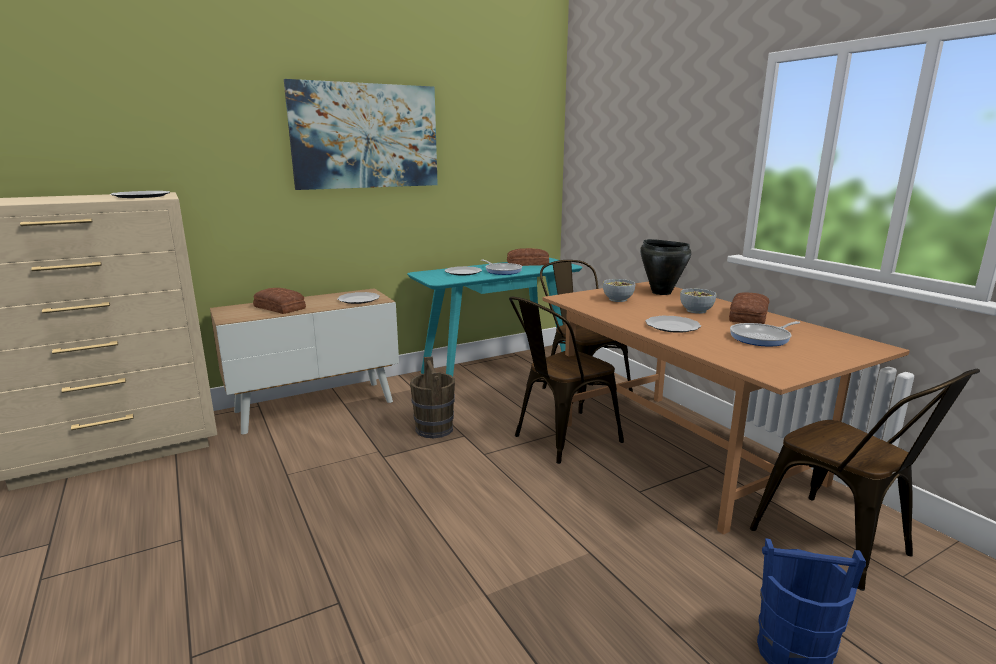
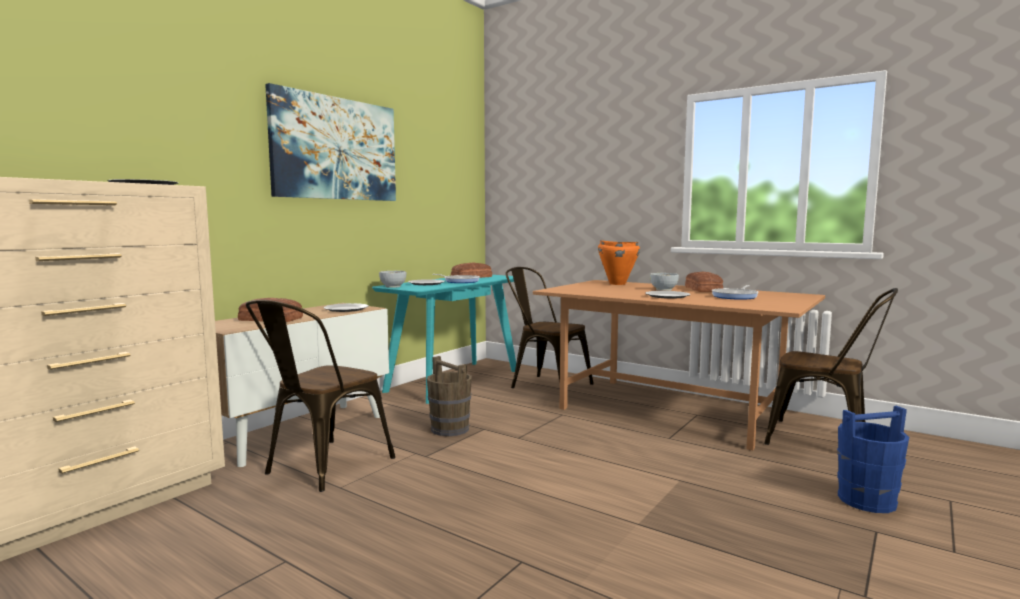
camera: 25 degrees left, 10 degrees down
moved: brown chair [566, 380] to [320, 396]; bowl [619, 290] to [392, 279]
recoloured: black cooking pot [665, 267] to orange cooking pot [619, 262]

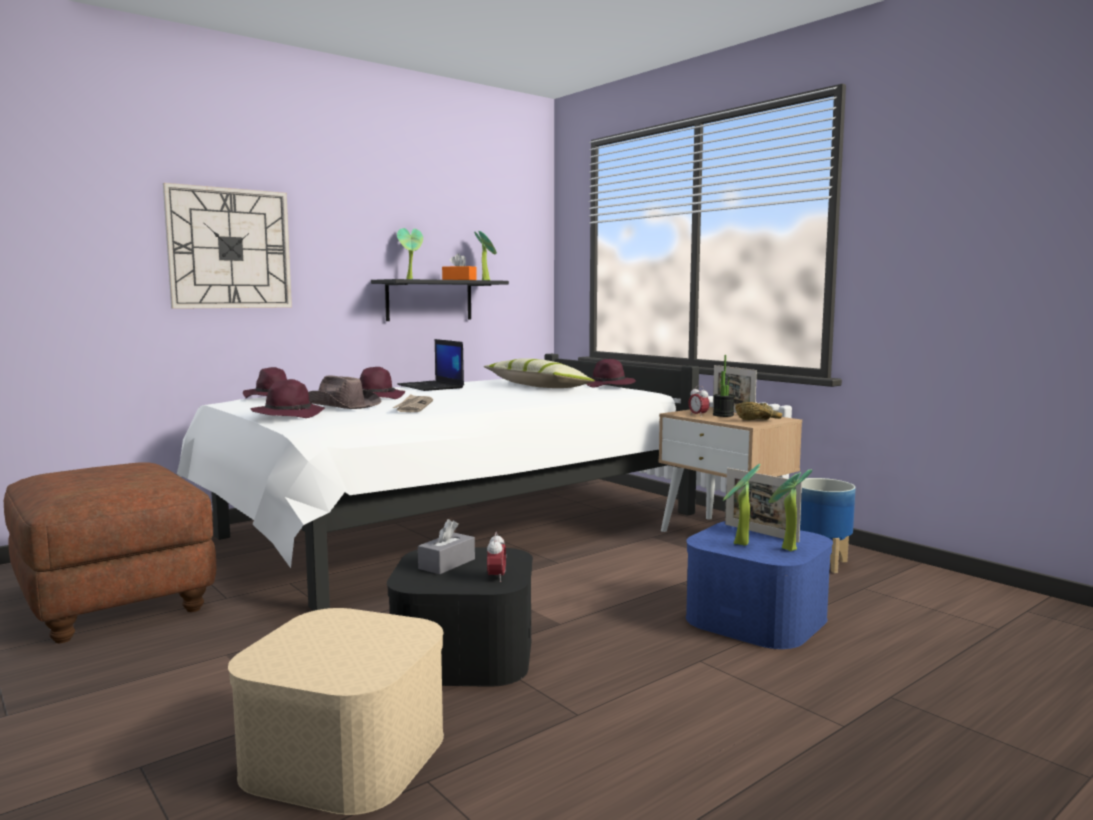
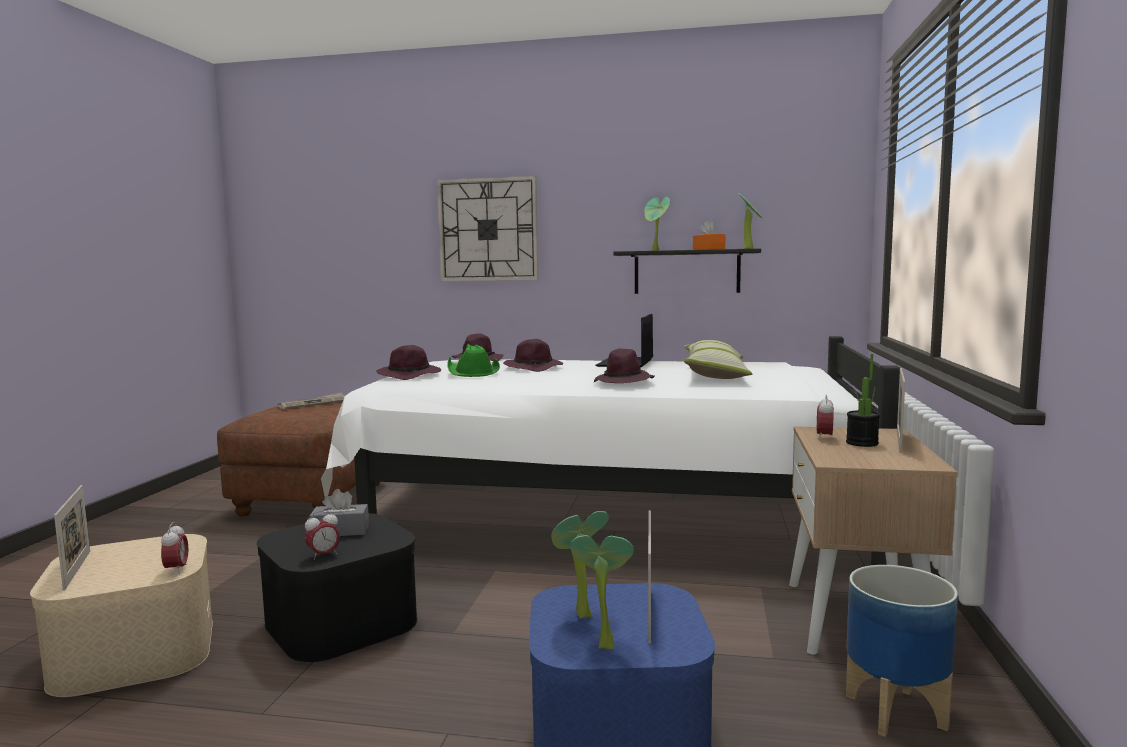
camera: 50 degrees right, 0 degrees up
removed: brown bowl [758, 411]
added: picture frame [72, 537]; alarm clock [174, 548]
moved: newspaper [413, 403] to [311, 401]; purple hat [611, 373] to [624, 365]
recoloured: brown hat [345, 392] to green hat [473, 360]

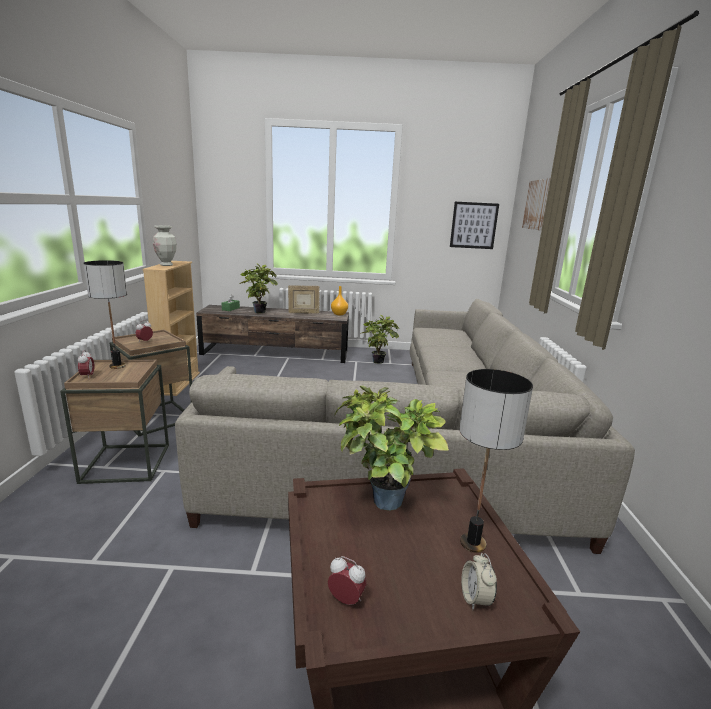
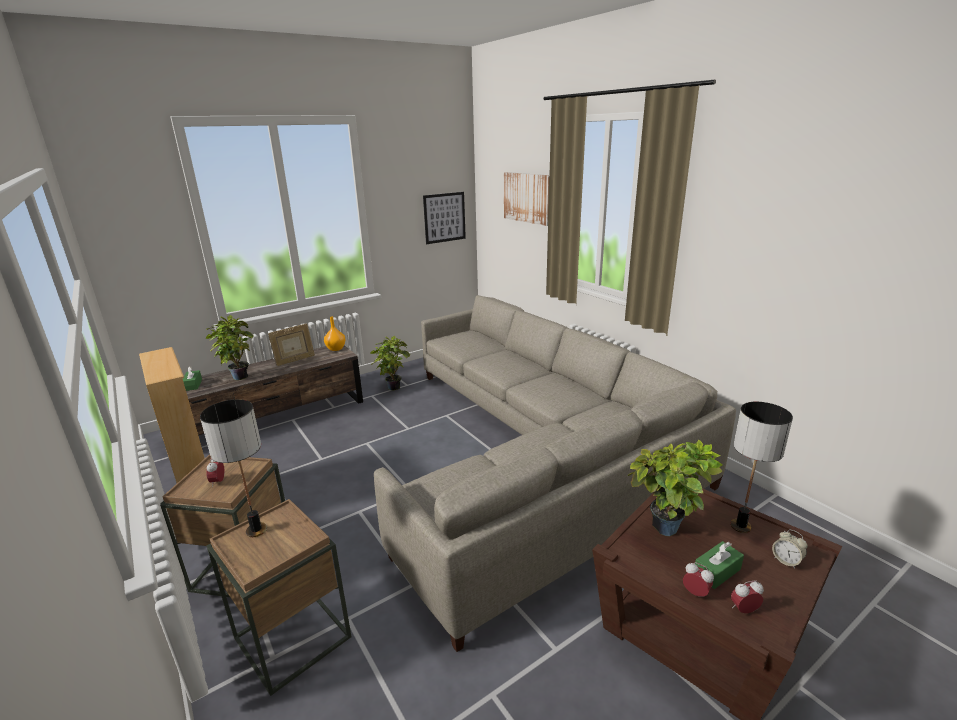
camera: 35 degrees left, 5 degrees up
removed: vase [165, 245]
added: green tissue box [719, 565]
moved: alarm clock [86, 364] to [698, 579]

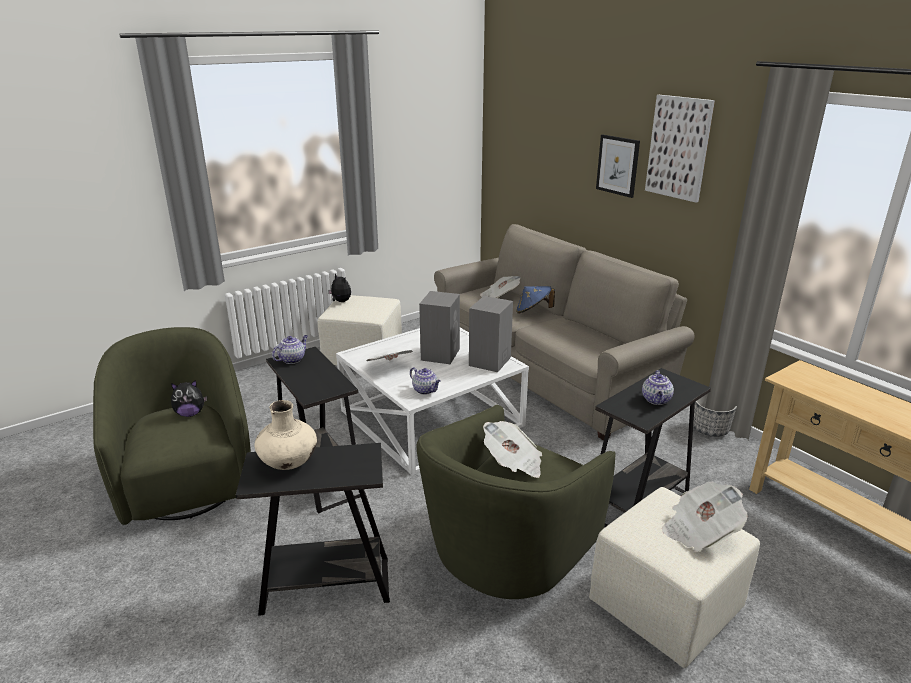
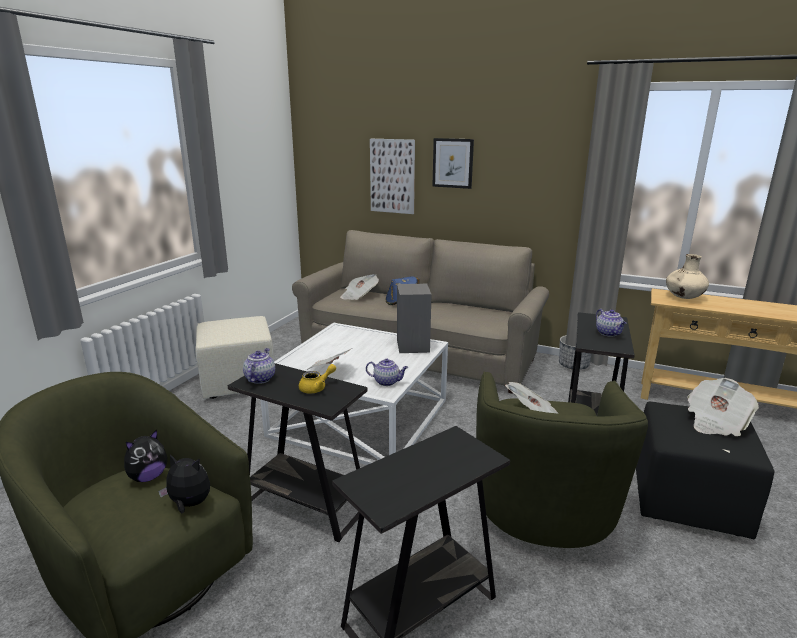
camera: 30 degrees left, 5 degrees down
removed: grey speaker [439, 327]
added: yellow teapot [317, 379]
moved: plush toy [339, 287] to [184, 484]; picture [680, 149] to [392, 176]; beige vase [285, 435] to [687, 276]
recoloured: beige ottoman [674, 577] to black ottoman [705, 470]

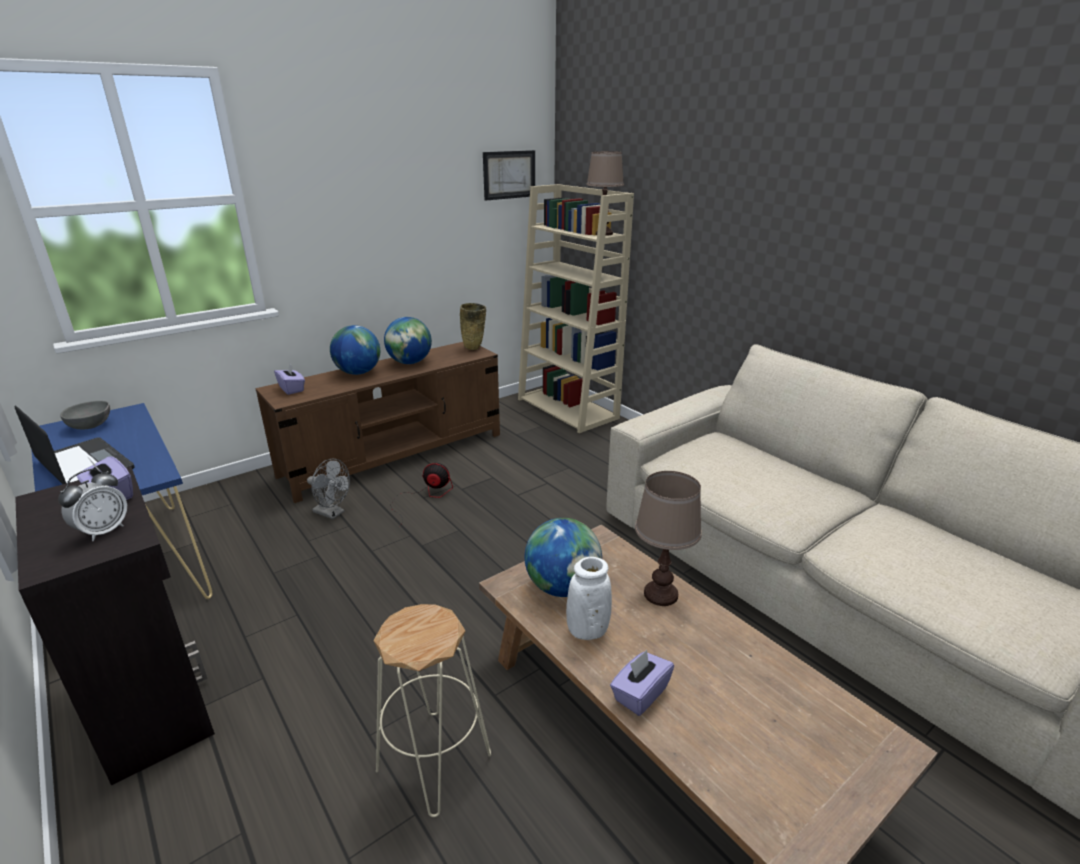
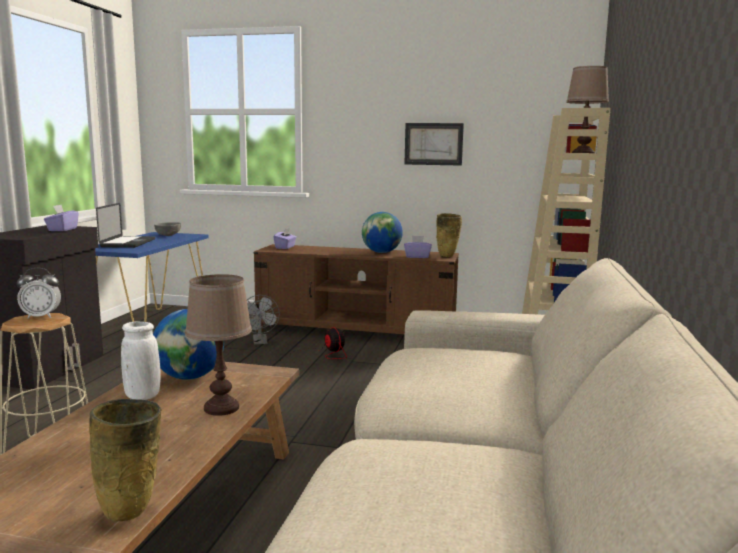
camera: 50 degrees right, 15 degrees down
removed: globe [355, 350]
added: beige vase [125, 460]
moved: alarm clock [92, 505] to [39, 293]; purple tissue box [642, 683] to [418, 247]; picture [509, 175] to [434, 144]

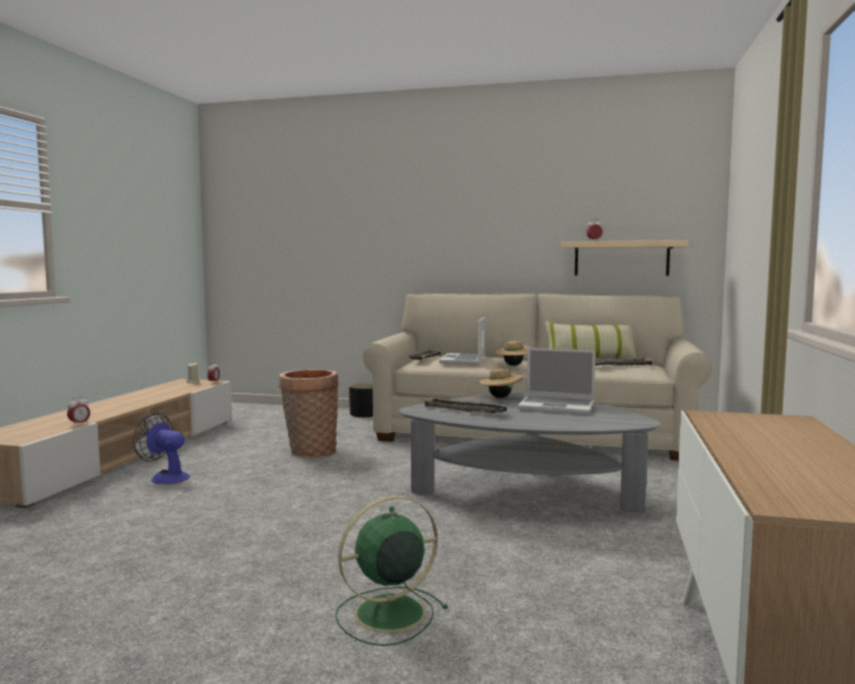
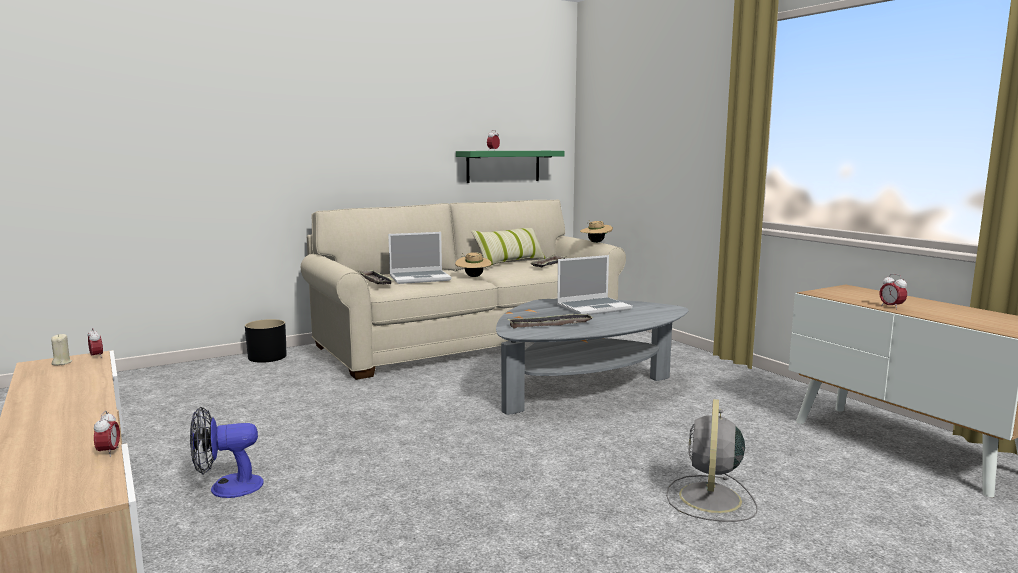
camera: 45 degrees left, 5 degrees up
removed: basket [309, 413]
added: alarm clock [893, 292]
moved: beige hat [501, 382] to [596, 231]
recoloured: beige shelf [624, 258] to green shelf [510, 167]; green fan [391, 571] to grey fan [711, 460]
turned: laptop [462, 341] = [419, 258] 75 degrees counterclockwise

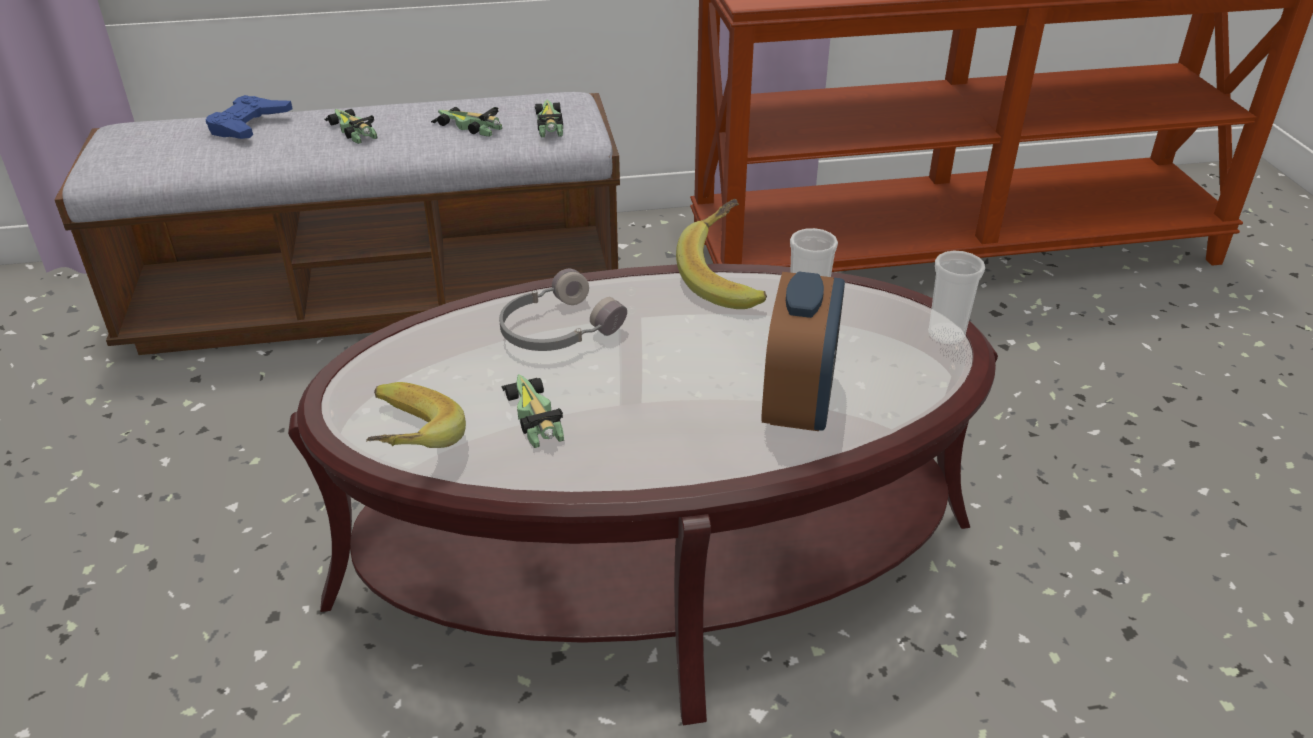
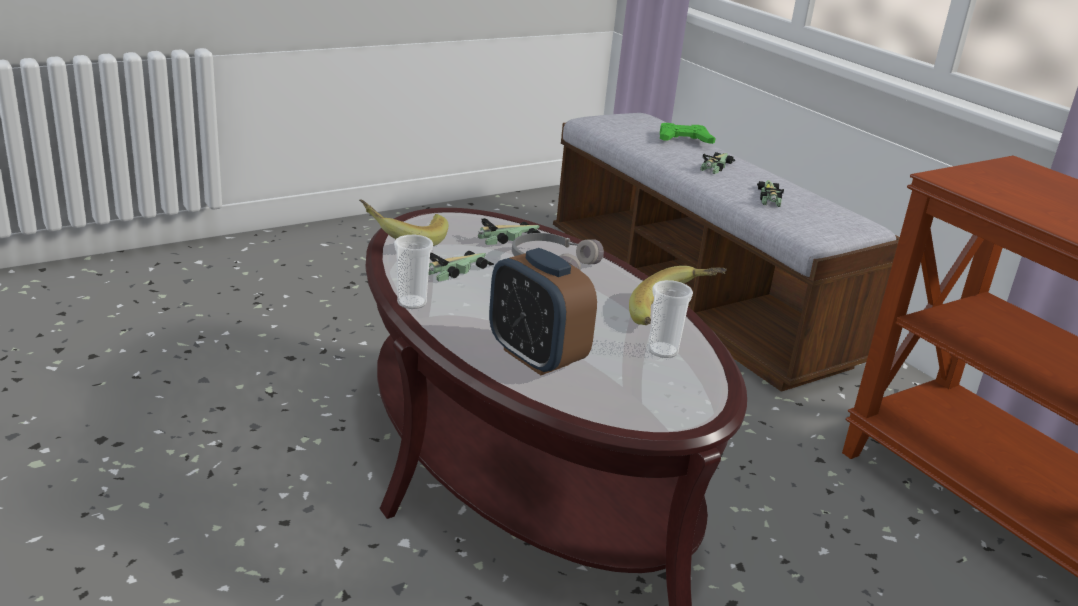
camera: 65 degrees right, 10 degrees down
moved: cup [956, 297] to [413, 272]; toy car [549, 119] to [509, 231]
recoloured: blue game controller [249, 117] to green game controller [688, 133]
turned: alarm clock [803, 351] = [543, 311] 60 degrees clockwise

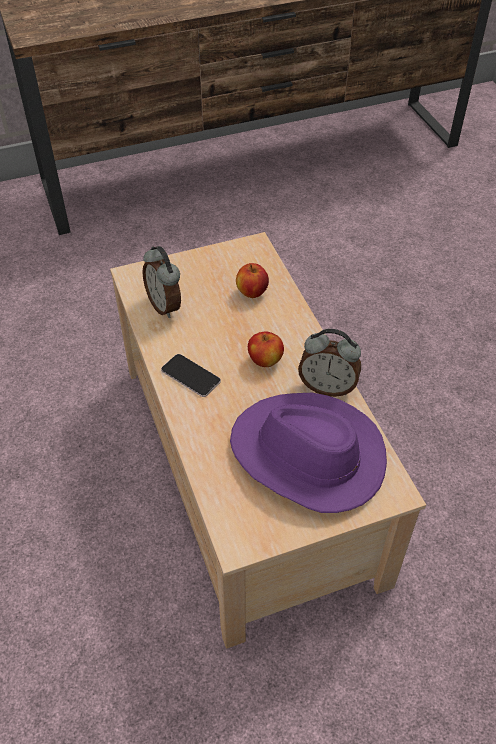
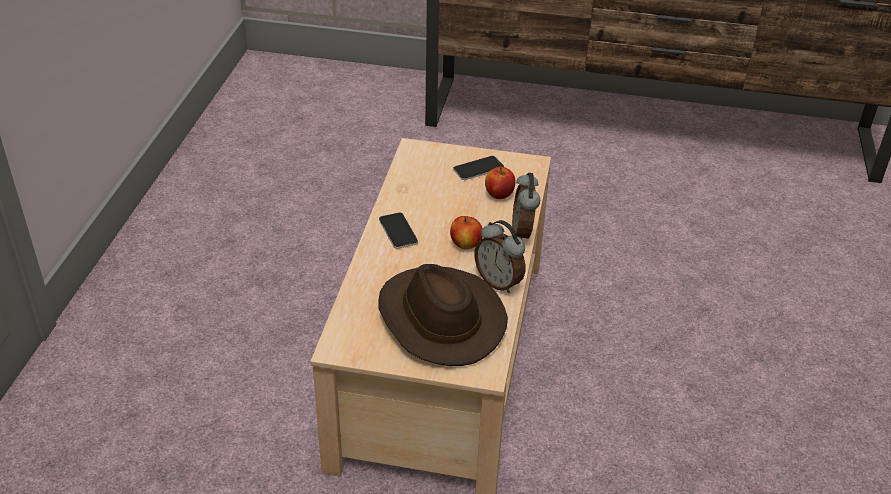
camera: 30 degrees right, 10 degrees down
added: phone [478, 168]
moved: alarm clock [161, 282] to [526, 206]
recoloured: purple hat [308, 453] to brown hat [443, 315]

